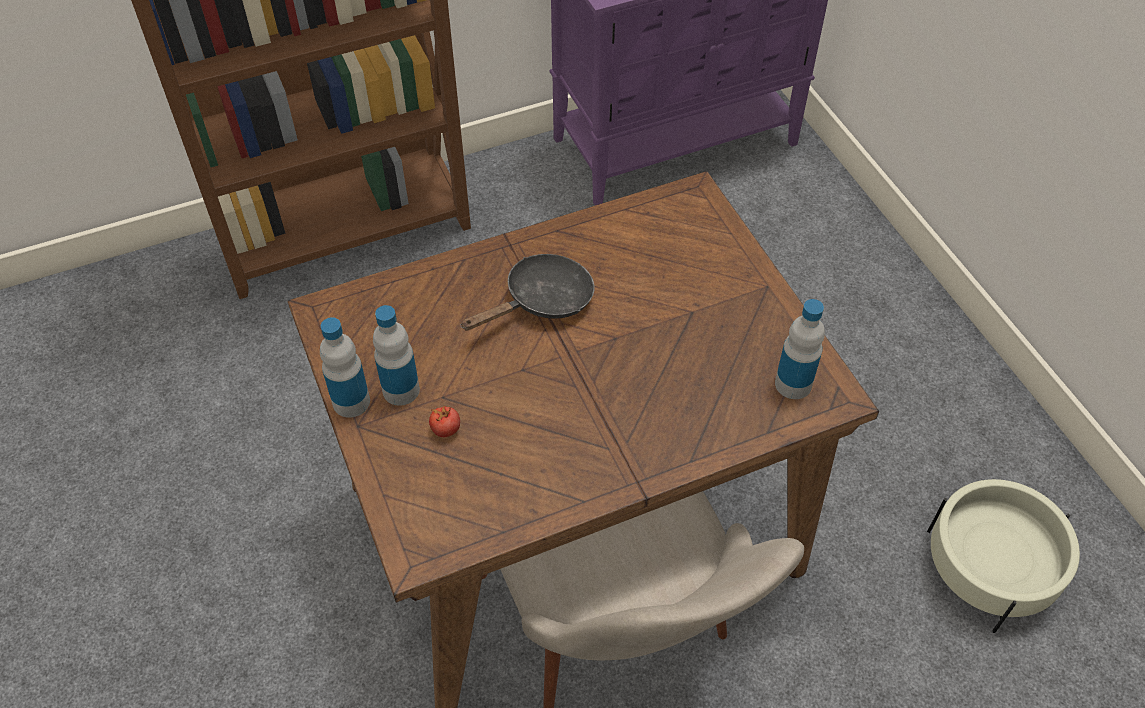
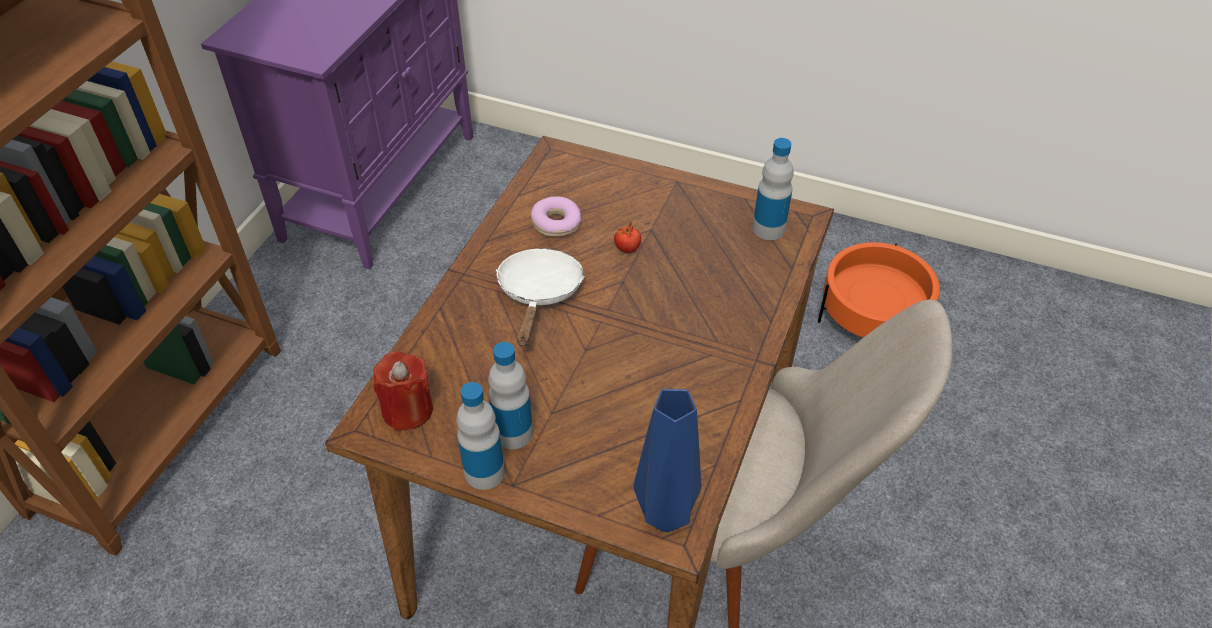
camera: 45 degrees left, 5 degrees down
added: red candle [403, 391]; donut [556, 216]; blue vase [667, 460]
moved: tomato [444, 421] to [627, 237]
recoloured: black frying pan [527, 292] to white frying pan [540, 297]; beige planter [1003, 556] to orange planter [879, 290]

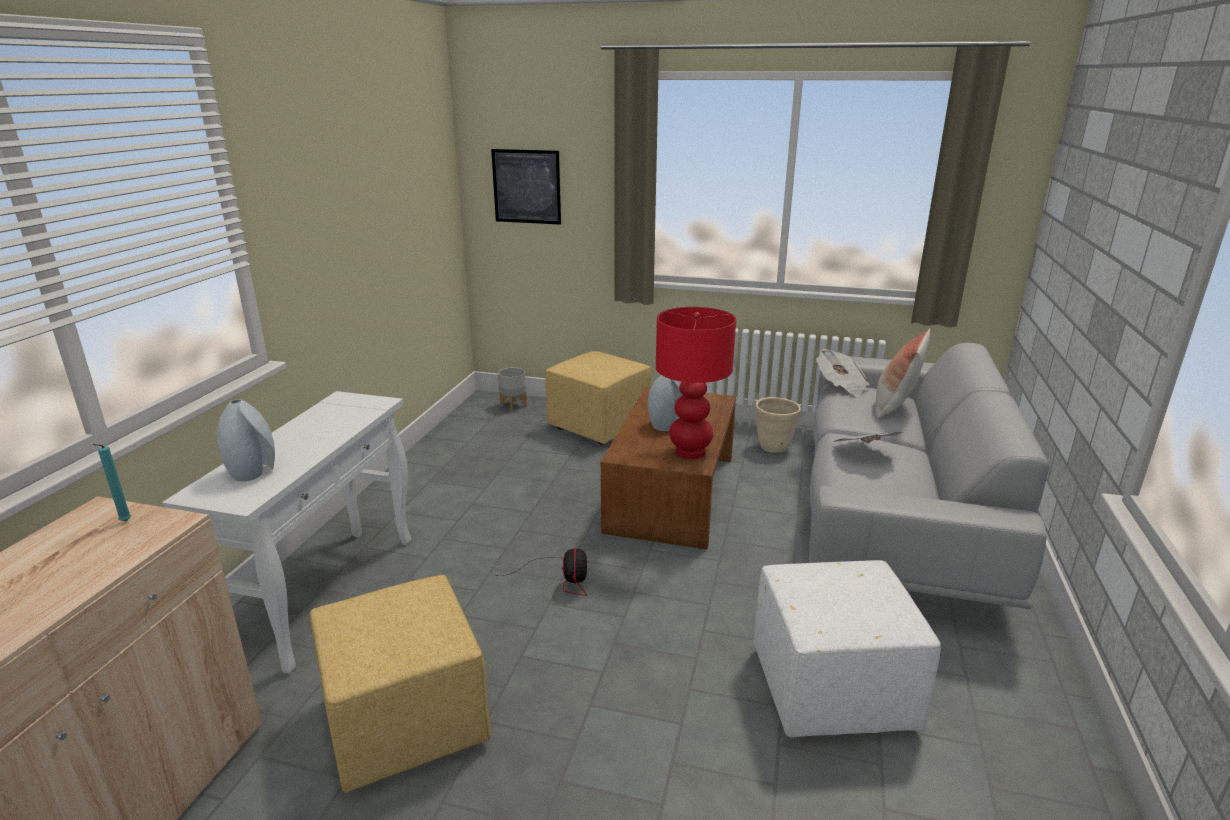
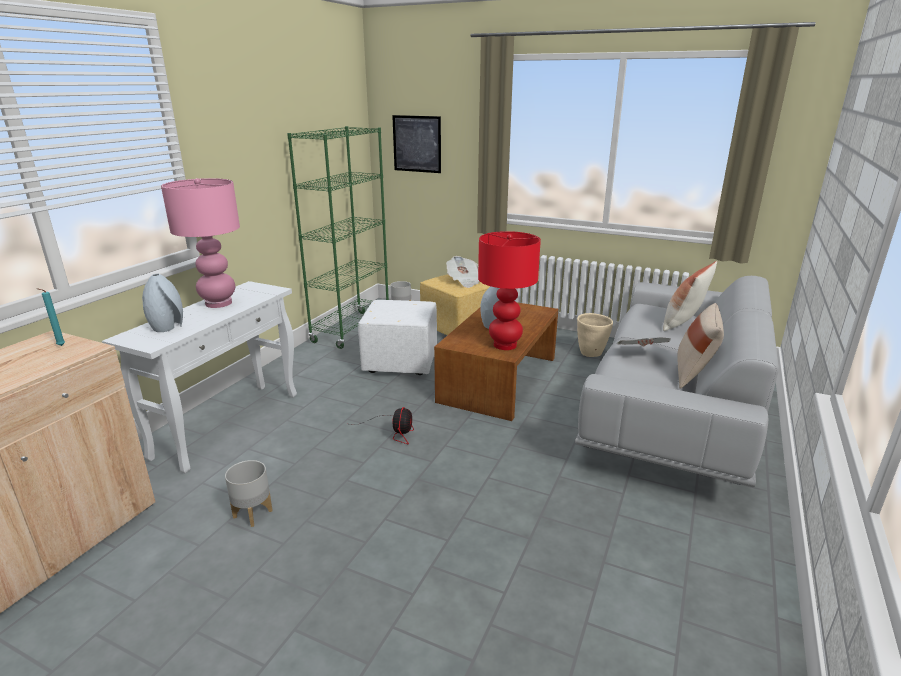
camera: 10 degrees right, 0 degrees up
added: pink table lamp [200, 243]; green bookcase [338, 237]; beige pillow [700, 346]
moved: white ottoman [847, 648] to [397, 337]; newspaper [842, 372] to [463, 272]
replaced: yellow ottoman [400, 684] to grey planter [249, 493]

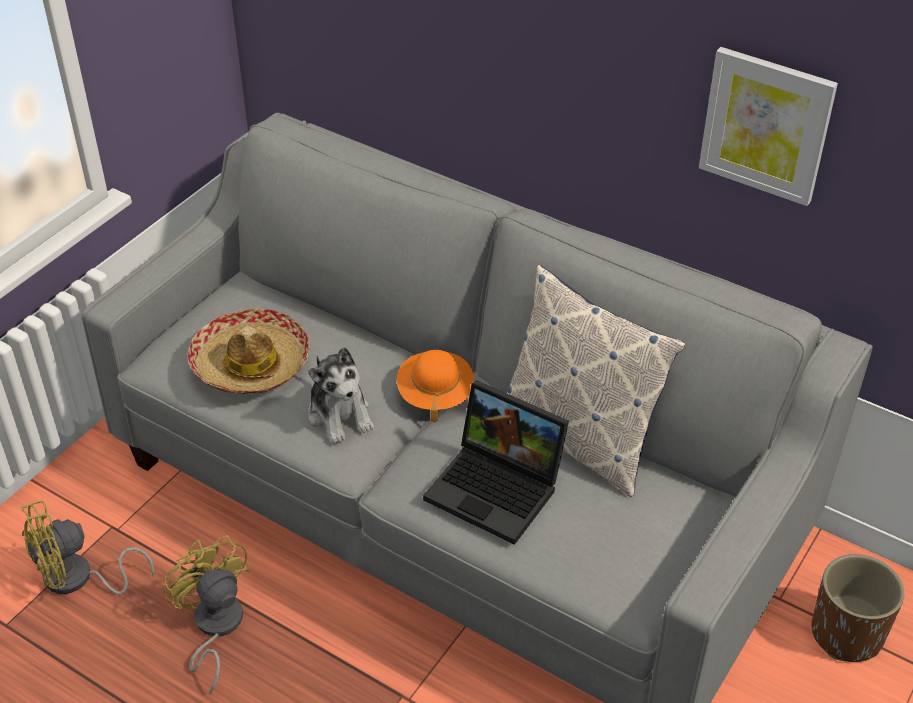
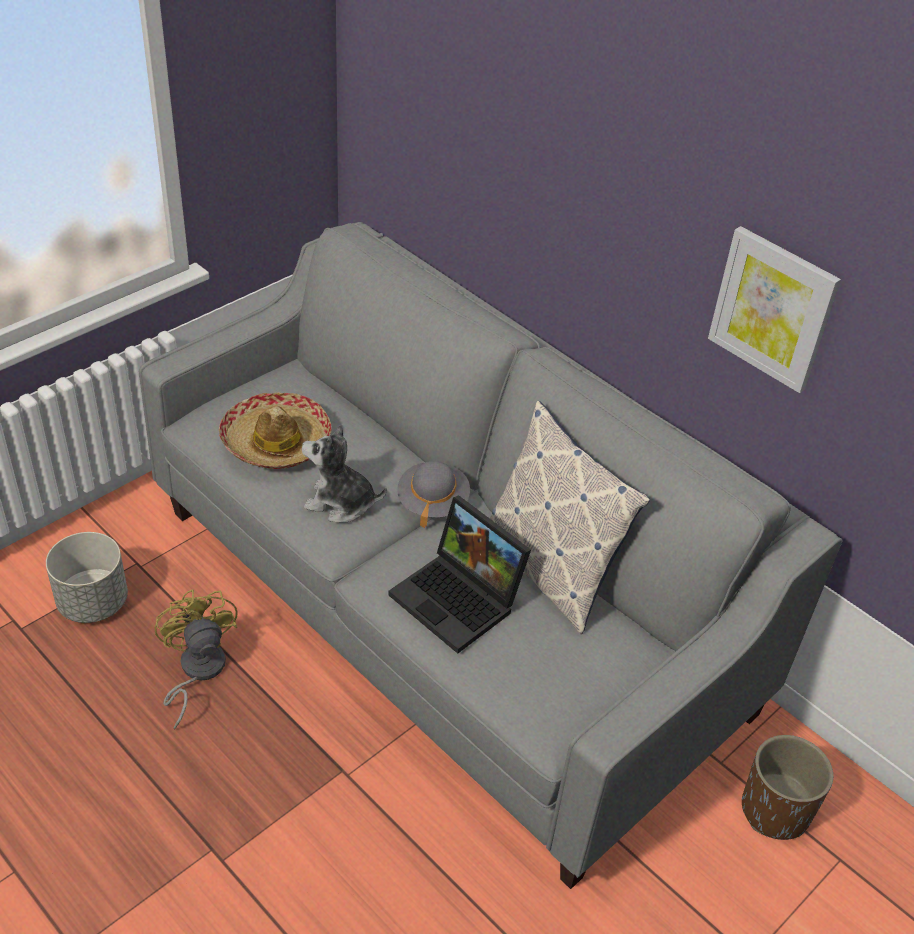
camera: 10 degrees right, 0 degrees up
replaced: yellow fan [87, 547] to grey planter [87, 577]
recoloured: orange hat [435, 386] to grey hat [433, 494]
turned: plush toy [341, 395] = [344, 473] 120 degrees clockwise

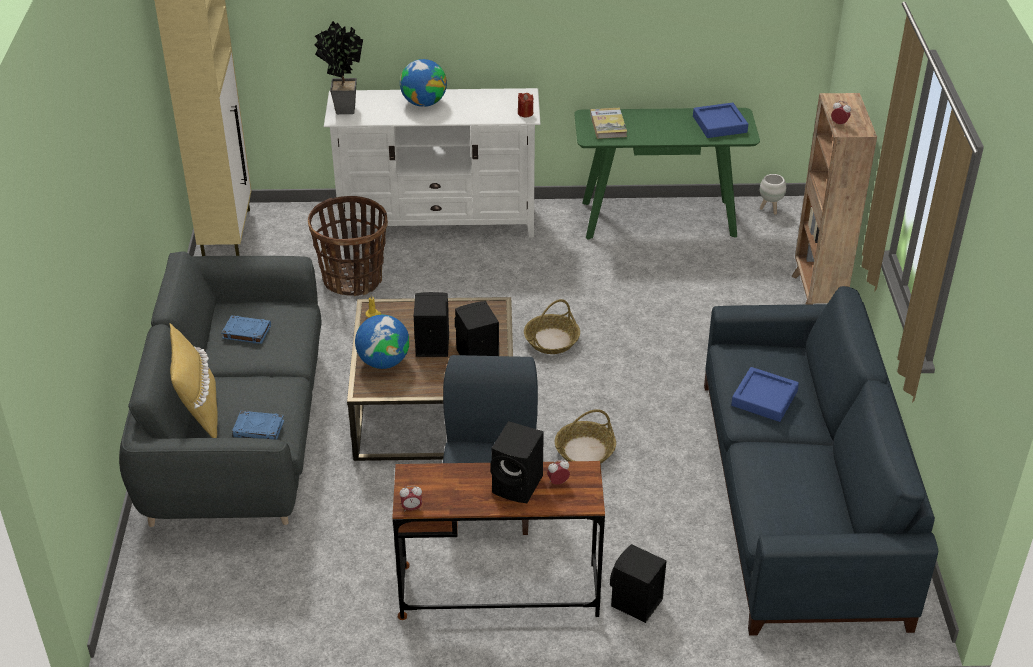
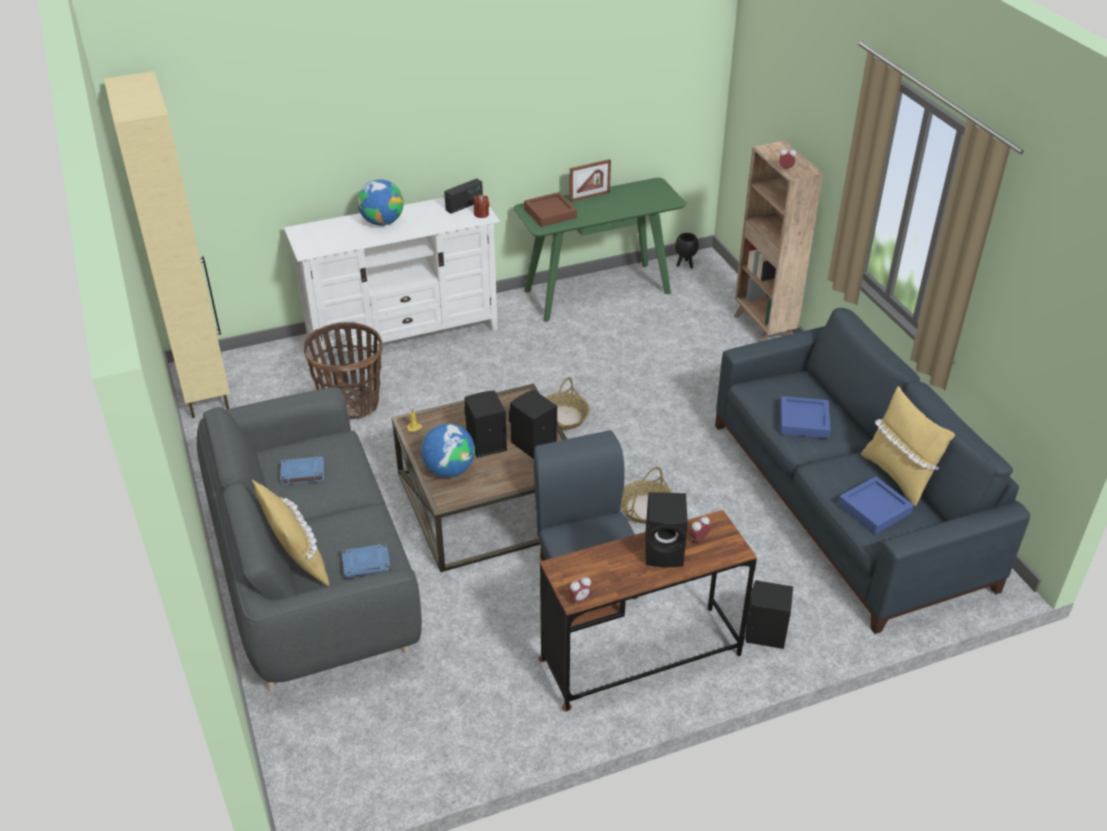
camera: 20 degrees left, 0 degrees up
removed: potted plant [338, 67]
added: radio [463, 196]; picture frame [590, 180]; yellow pillow [908, 446]
moved: blue tray [720, 120] to [876, 505]
replaced: book [608, 123] to brown tray [550, 209]
recoloured: white planter [773, 194] to black planter [687, 250]

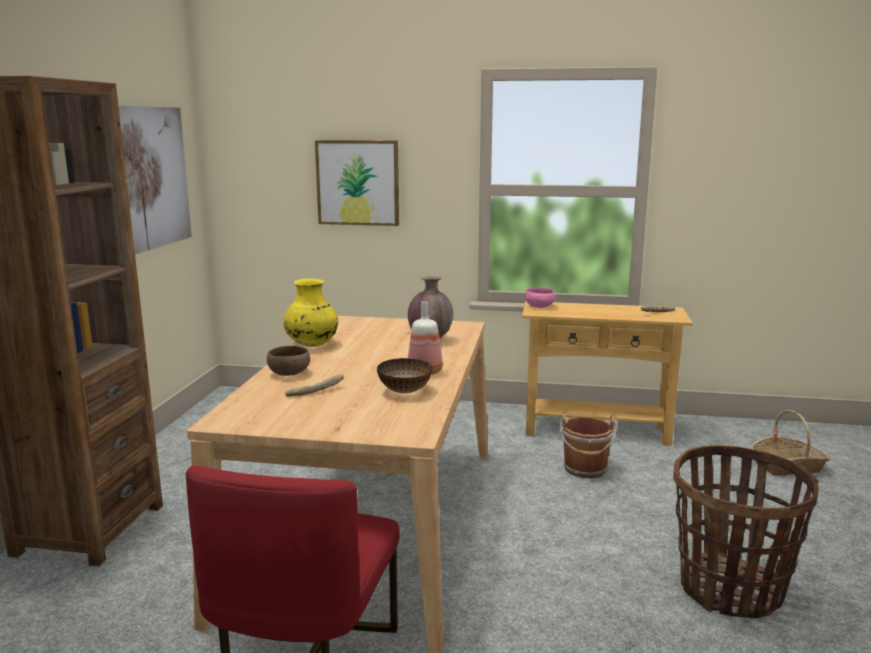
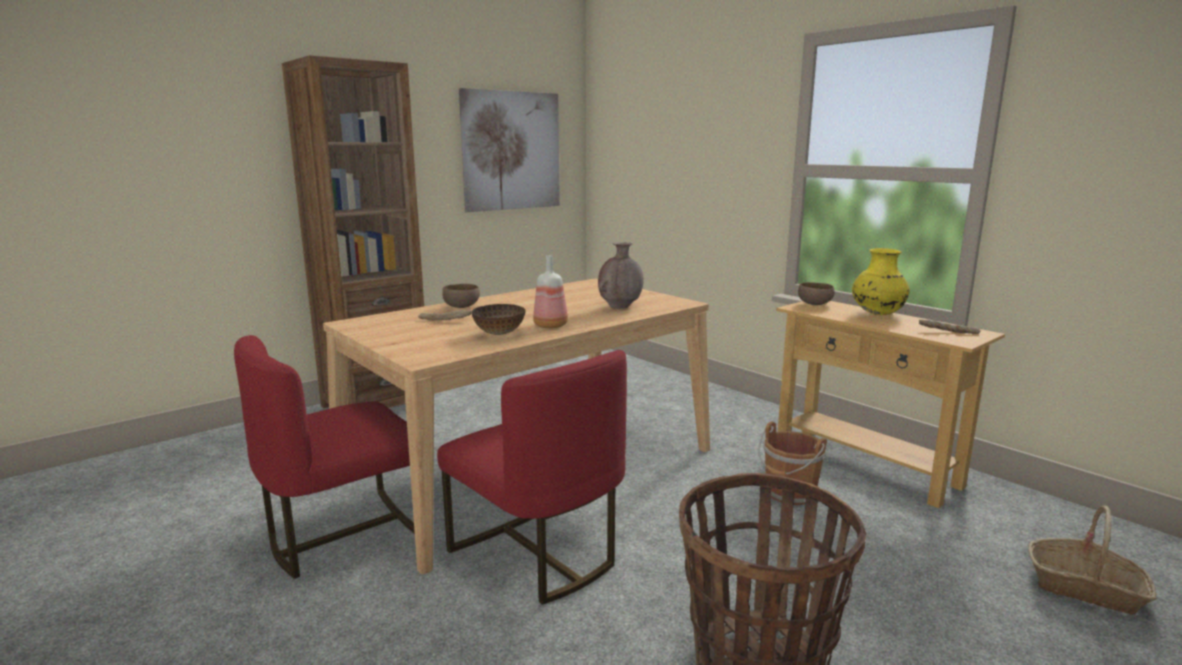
camera: 40 degrees right, 0 degrees up
removed: picture [357, 183]
added: red chair [532, 477]
moved: yellow vase [310, 312] to [881, 281]
recoloured: pink bowl [540, 298] to brown bowl [816, 293]

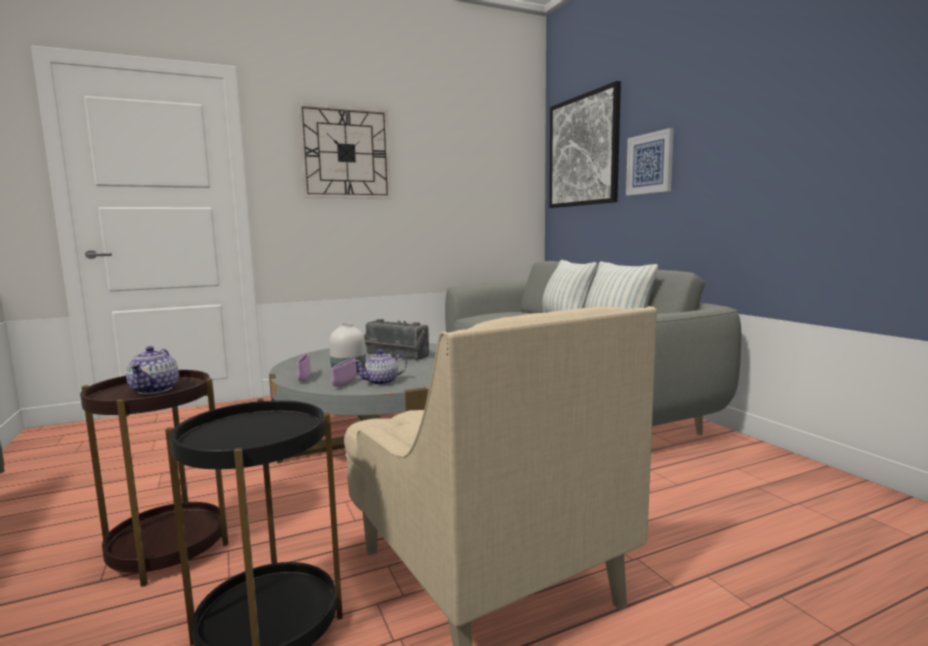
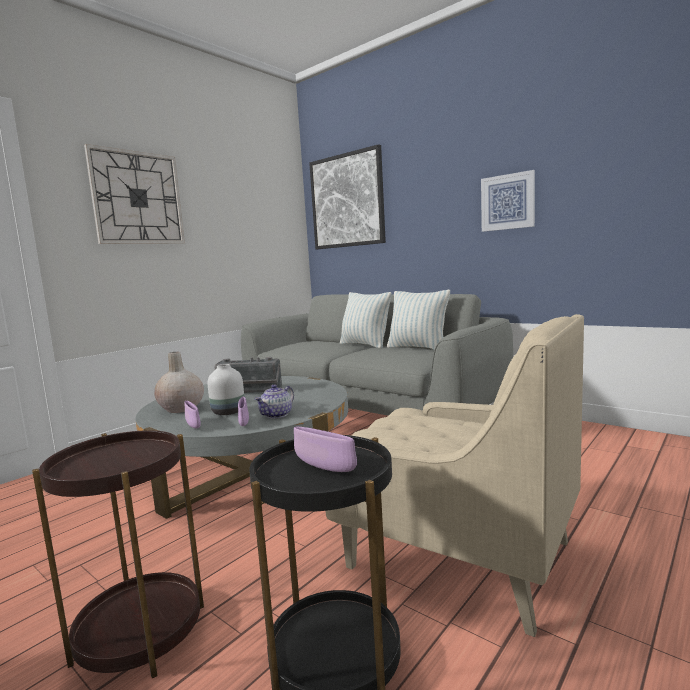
camera: 25 degrees left, 0 degrees up
removed: teapot [152, 370]
added: beige vase [179, 382]; purple bowl [325, 449]
moved: picture [650, 162] to [508, 201]

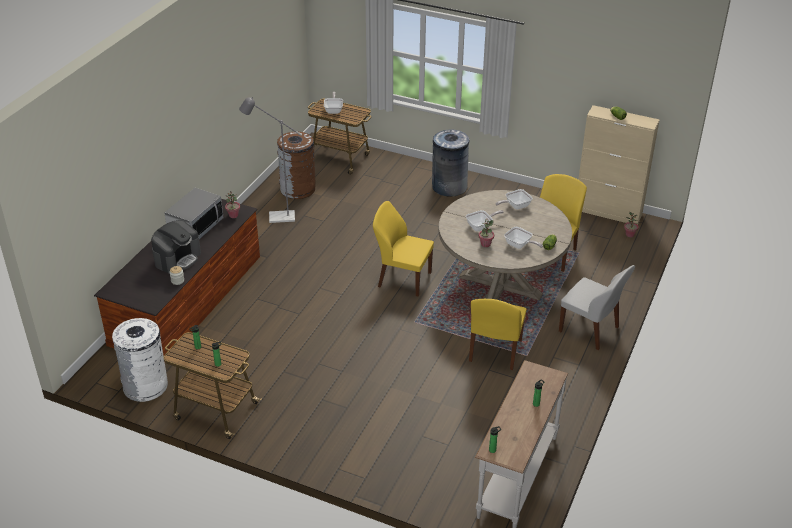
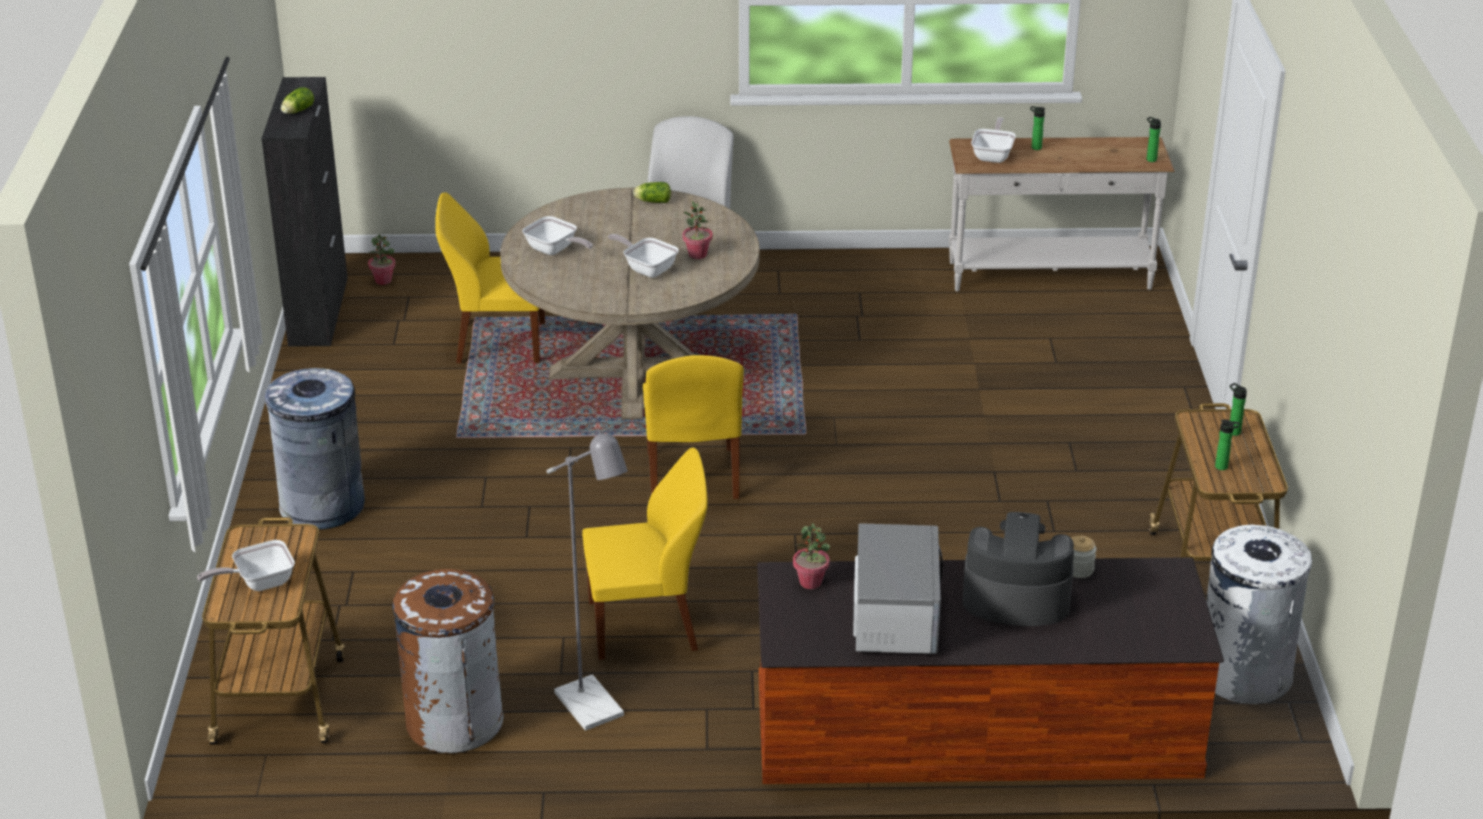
camera: 115 degrees left, 5 degrees down
moved: yellow chair [498, 334] to [645, 553]; frying pan [523, 238] to [993, 140]
recoloured: beige cabinet [619, 165] to black cabinet [304, 212]
turned: microwave [194, 213] = [898, 588] 90 degrees clockwise

